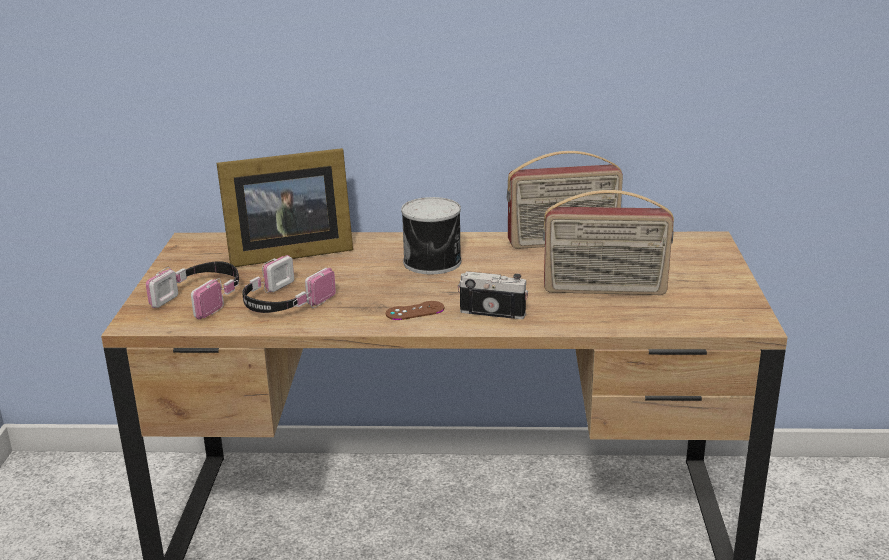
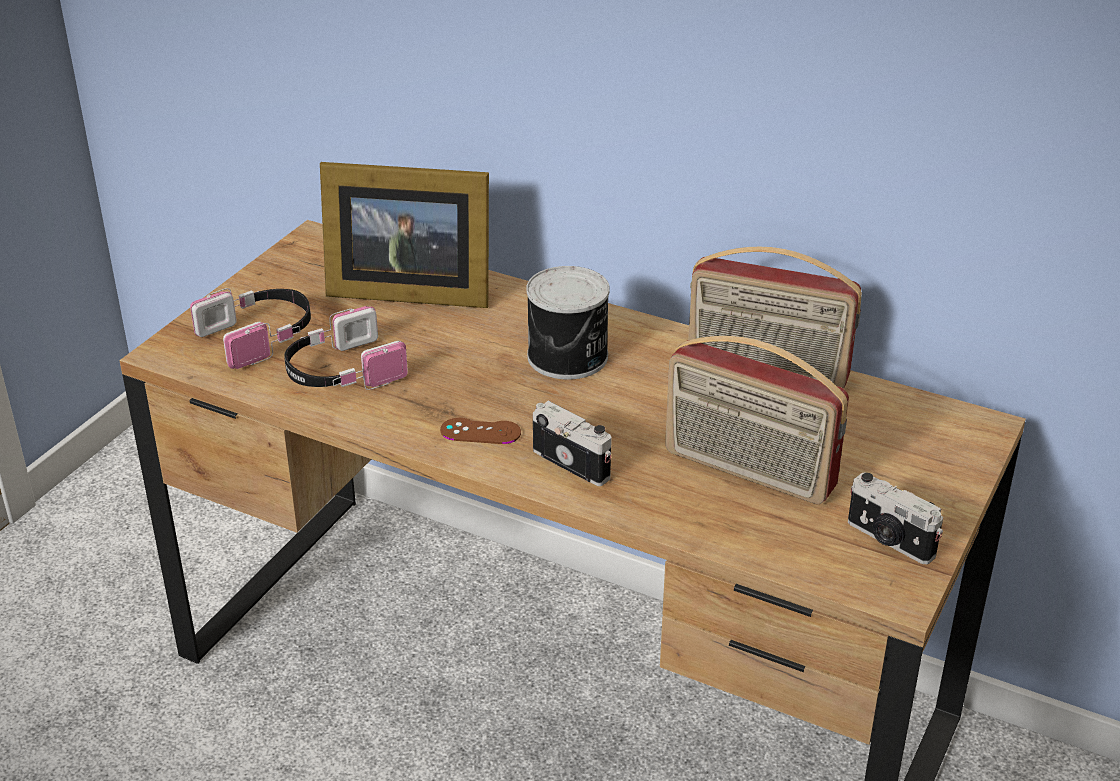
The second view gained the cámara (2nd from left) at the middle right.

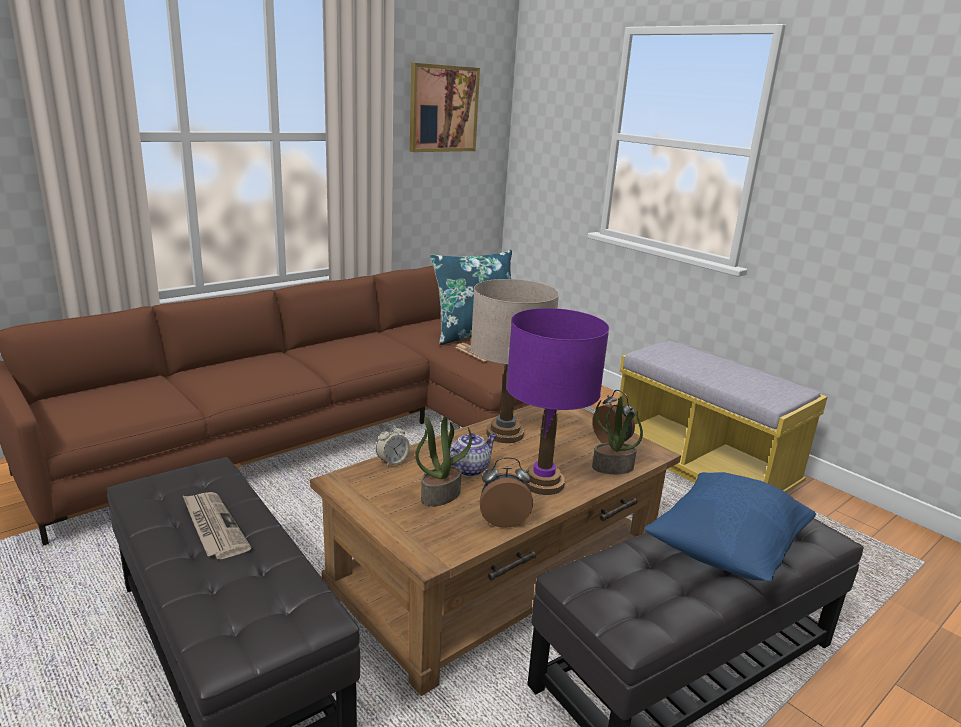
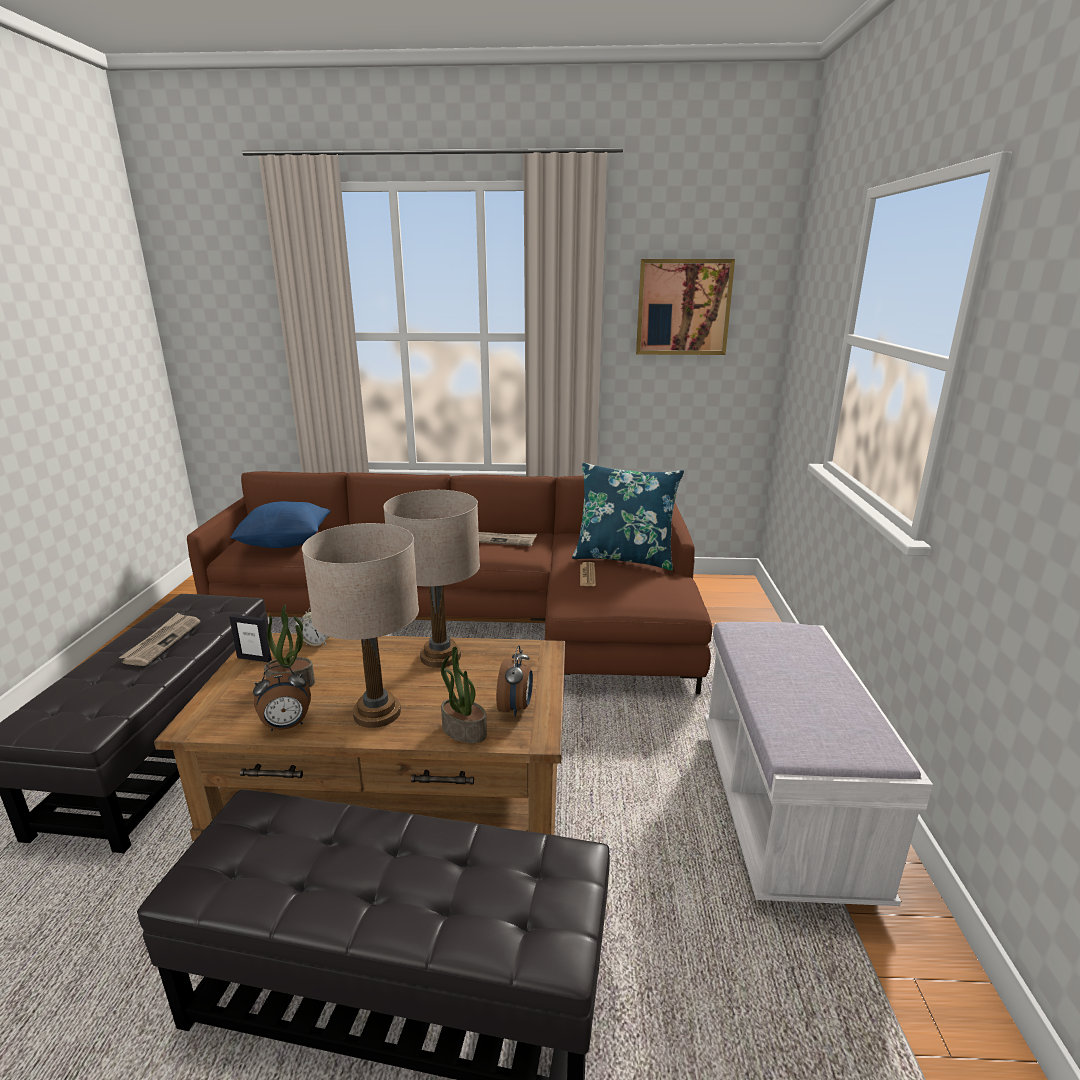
What was the lámpara de mesa (morado) at the centre turned into the lámpara de mesa (beis) (1st from left) at the centre. What was the banco (amarillo) at the middle right turned into the banco (blanco) at the bottom right. The second view lost the tetera at the centre. The despertador (2nd from left in the first image) at the bottom centre ended up facing another way, 120 degrees clockwise from before. The cojín (azul) (2nd from left in the first image) ended up elsewhere, having gone from the bottom right to the middle left. The second view gained the periódico (2nd from left) at the centre. The second view gained the portarretratos at the middle left.

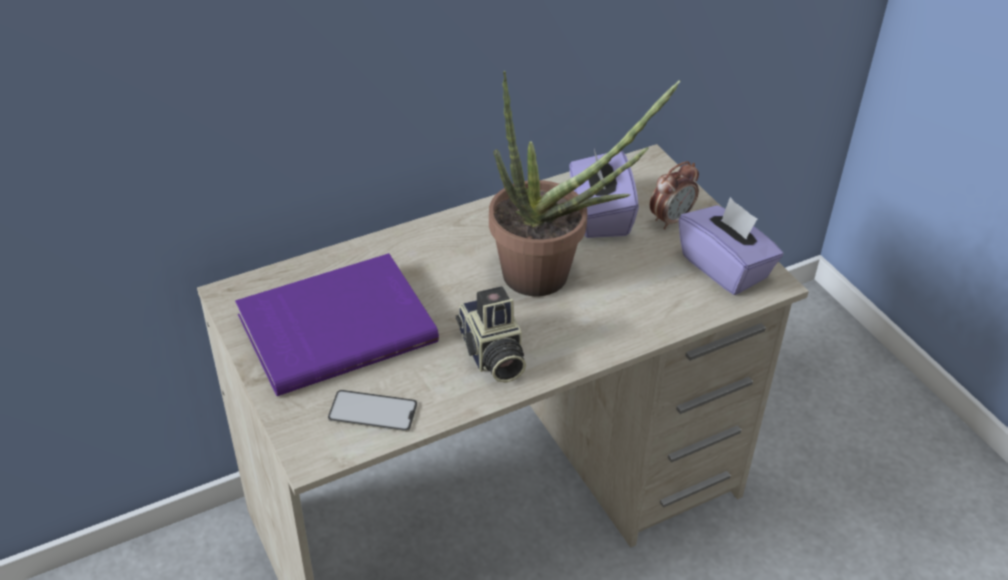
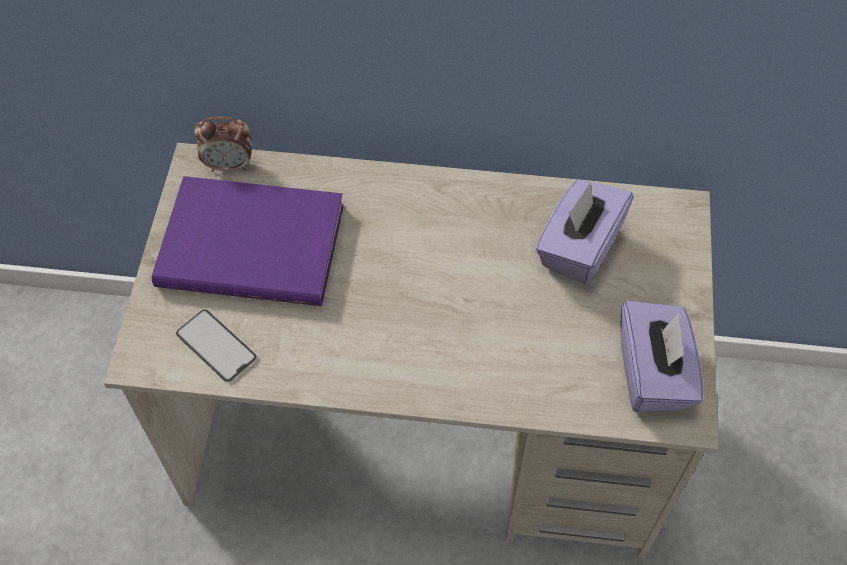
The second view lost the planta en maceta at the top centre. The despertador ended up elsewhere, having gone from the middle right to the top left. The second view lost the cámara at the centre.

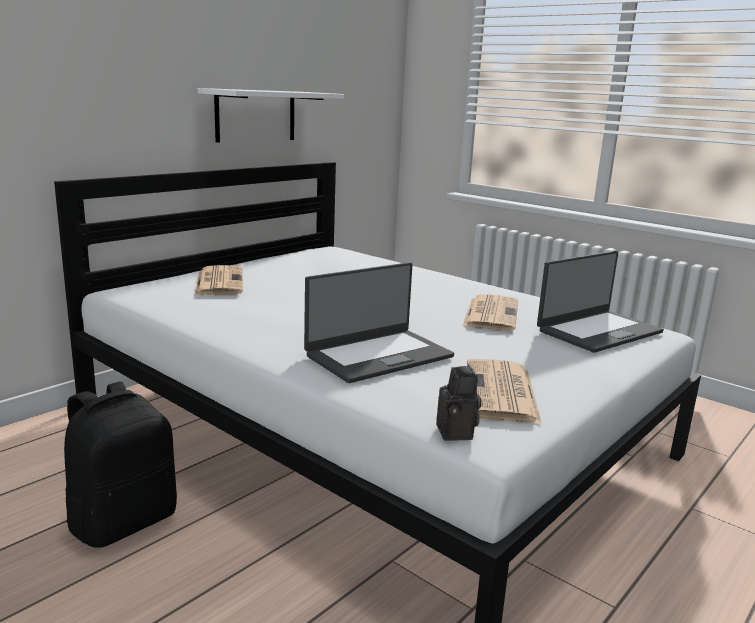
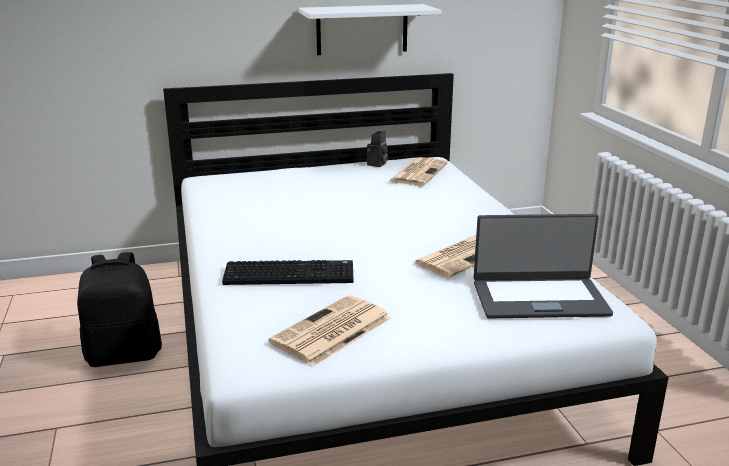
Where the portátil (1st from left) stood at the centre, the teclado came to stand at the centre. The periódico (1st from left in the first image) ended up elsewhere, having gone from the middle left to the centre. The cámara ended up elsewhere, having gone from the centre to the top centre.

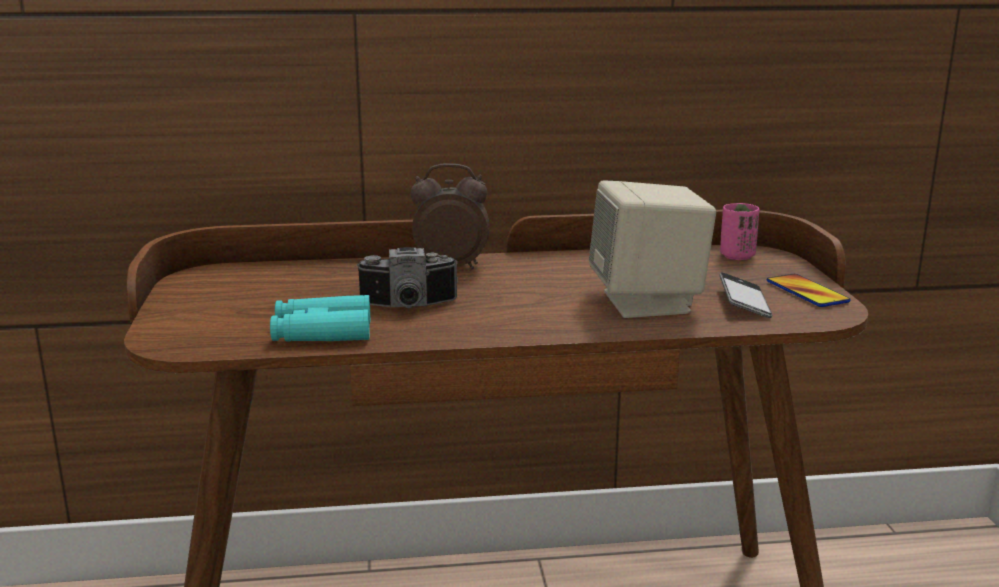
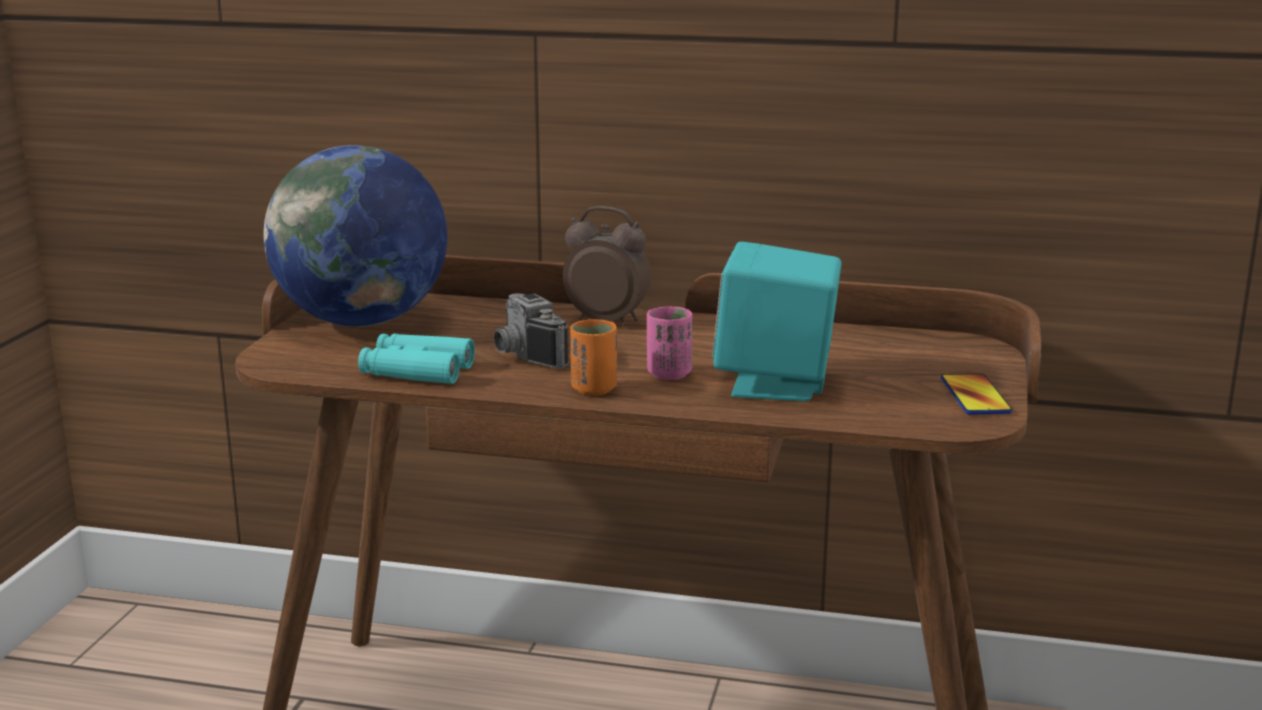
What was the altavoz (beis) at the centre turned into the altavoz (turquesa) at the centre. The taza (rosa) ended up elsewhere, having gone from the middle right to the centre. The cámara at the centre ended up facing another way, 45 degrees clockwise from before. The second view lost the móvil (1st from left) at the middle right. The second view gained the globo terráqueo at the top left. The second view gained the taza (naranja) at the centre.

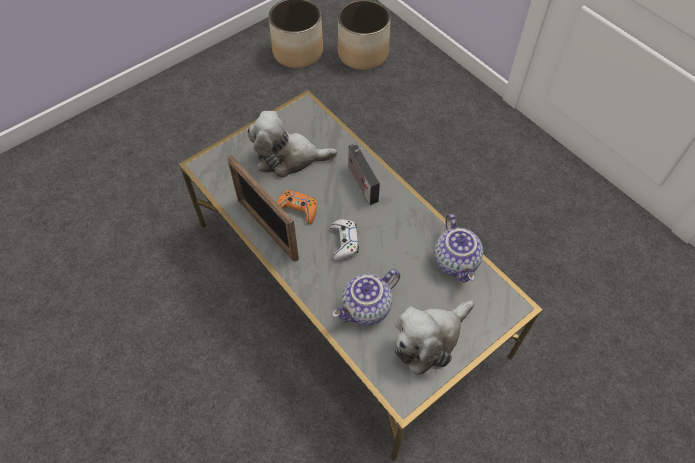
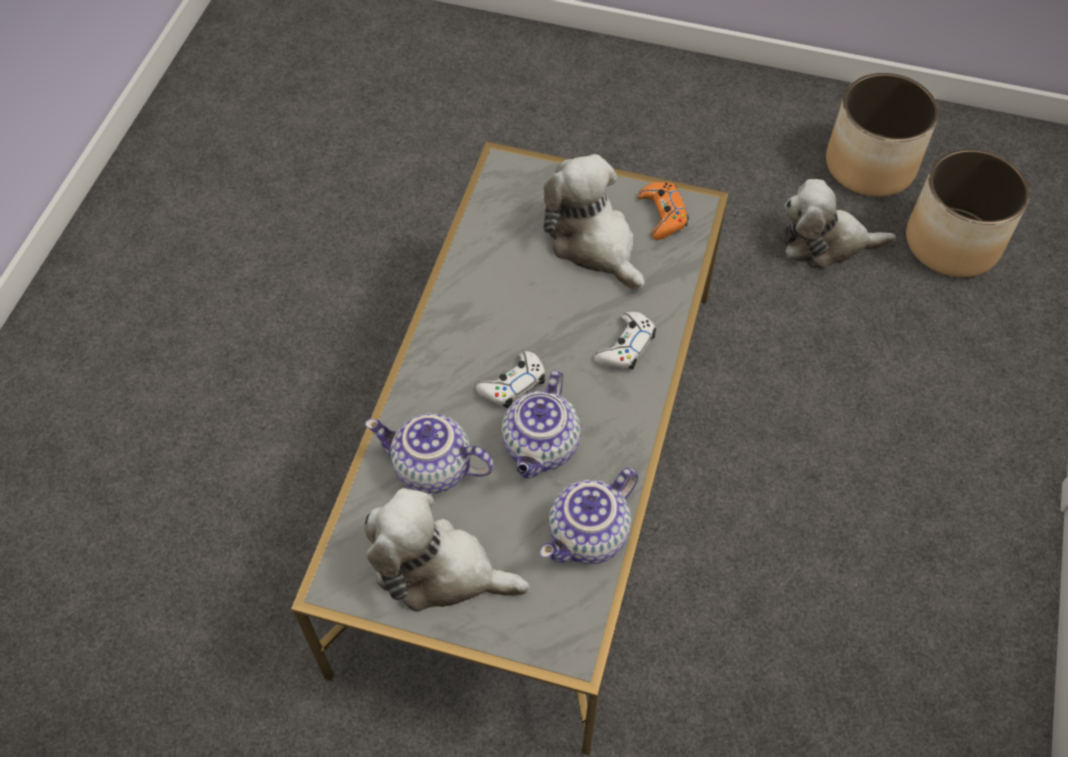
Where the radio stood at the centre, the mando de consola (blanco) (2nd from left) came to stand at the centre. The second view lost the portarretratos at the centre. The mando de consola (naranja) ended up elsewhere, having gone from the centre to the top centre. The second view gained the peluche (3rd from left) at the top right. The second view gained the tetera (2nd from left) at the centre.

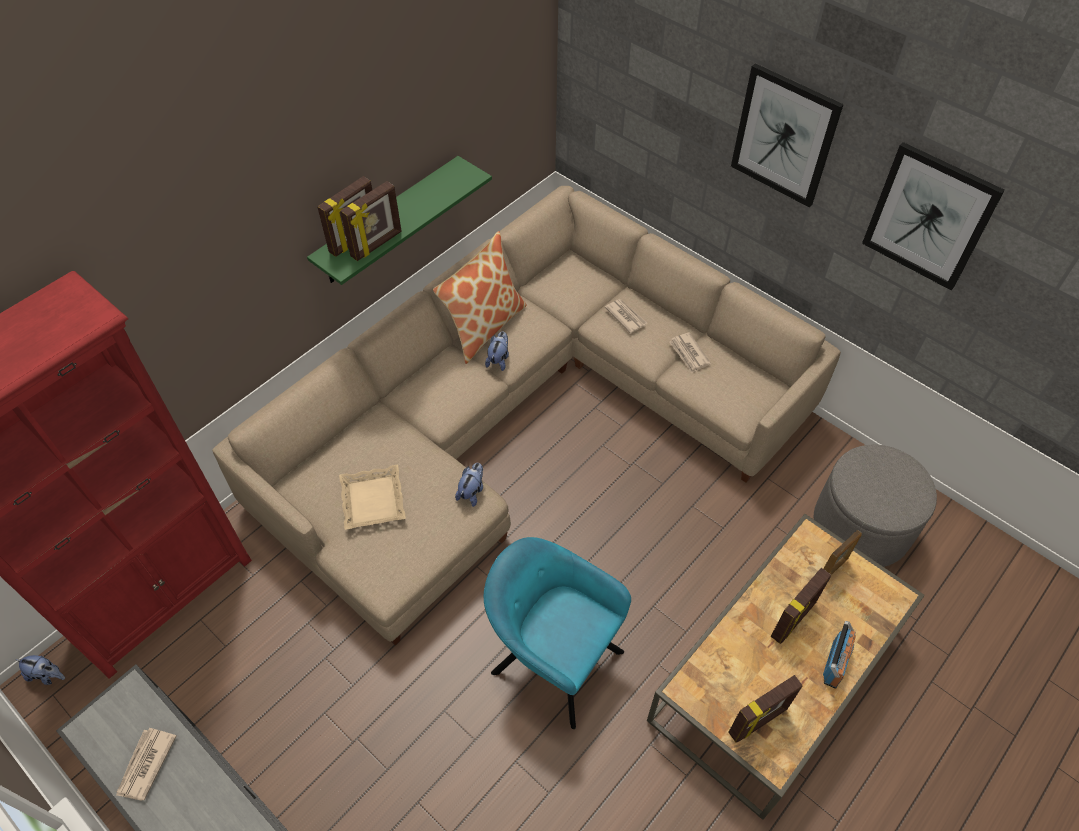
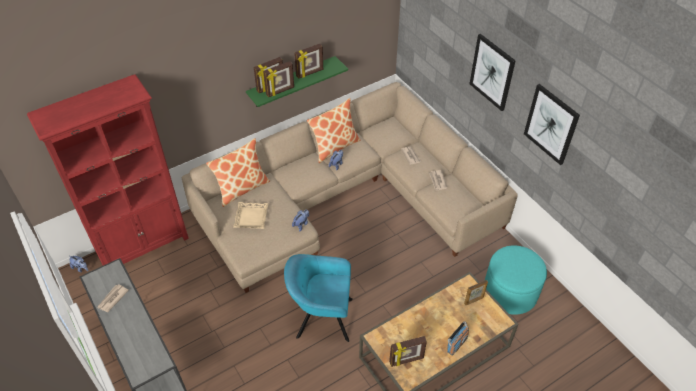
What was the puf (gris) at the middle right turned into the puf (turquesa) at the bottom right. The sillón (turquesa) at the bottom centre ended up facing another way, 45 degrees counterclockwise from before. The portarretratos (4th from left in the first image) ended up elsewhere, having gone from the bottom right to the top centre. The second view gained the cojín (1st from left) at the centre.

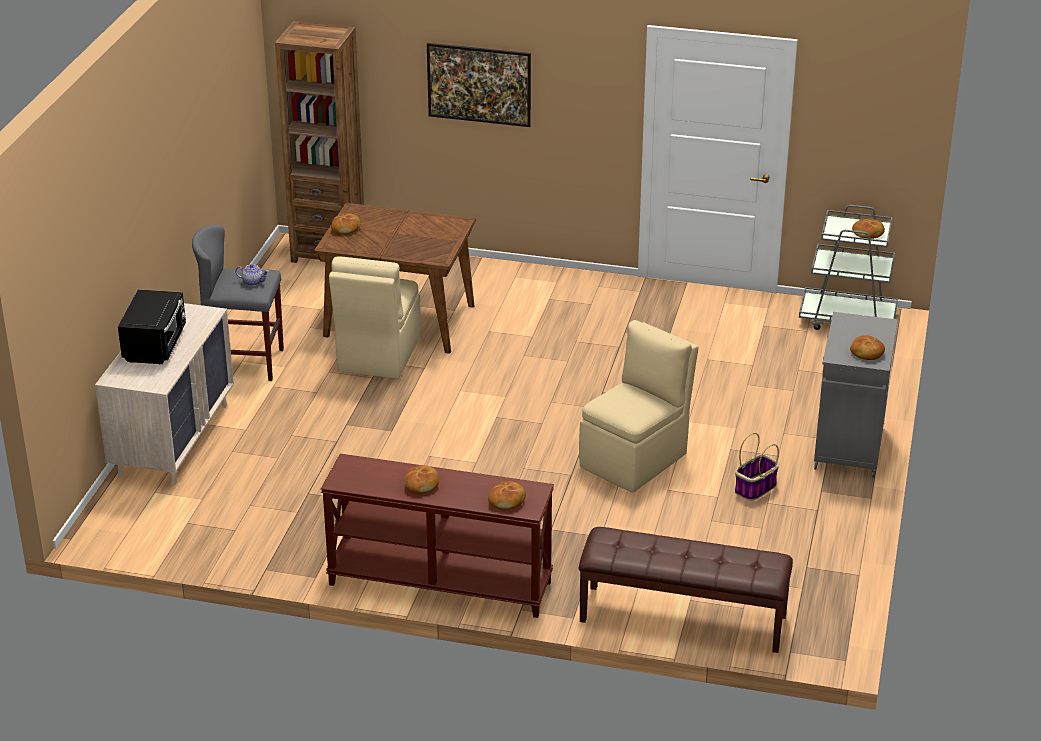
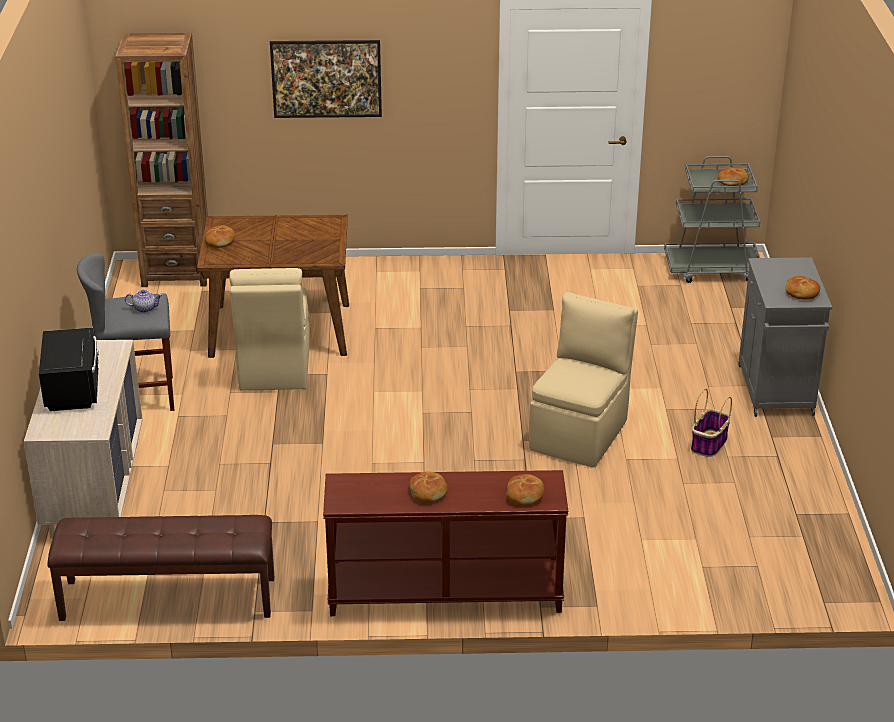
The banco (marrón) ended up elsewhere, having gone from the bottom centre to the bottom left.

